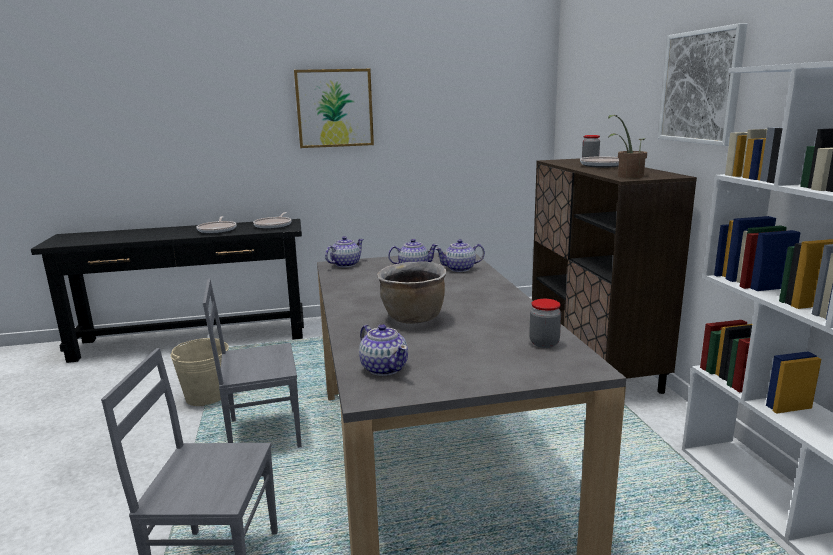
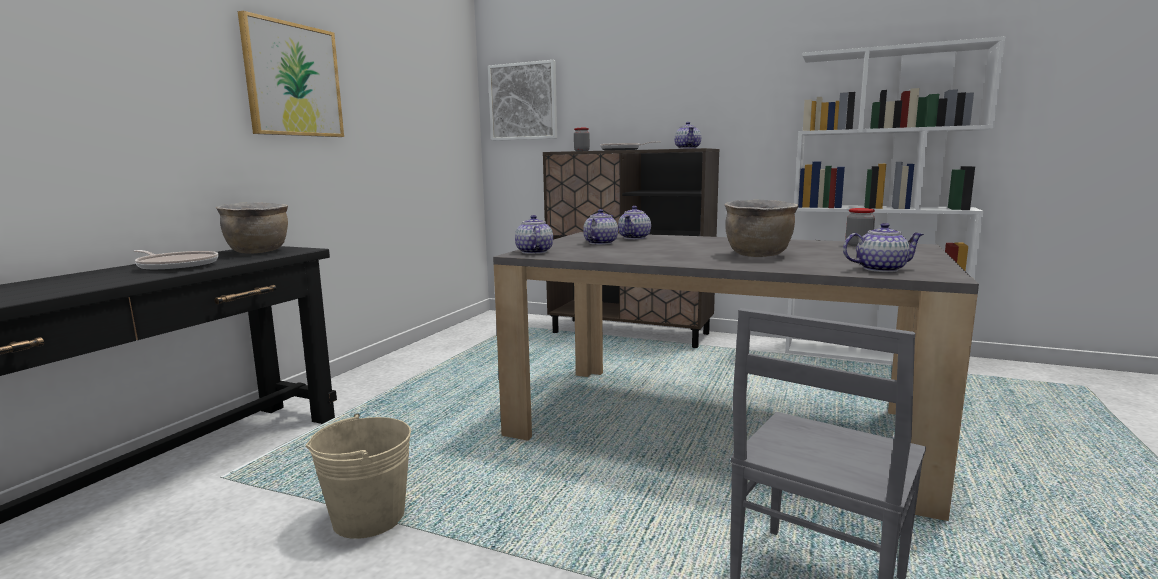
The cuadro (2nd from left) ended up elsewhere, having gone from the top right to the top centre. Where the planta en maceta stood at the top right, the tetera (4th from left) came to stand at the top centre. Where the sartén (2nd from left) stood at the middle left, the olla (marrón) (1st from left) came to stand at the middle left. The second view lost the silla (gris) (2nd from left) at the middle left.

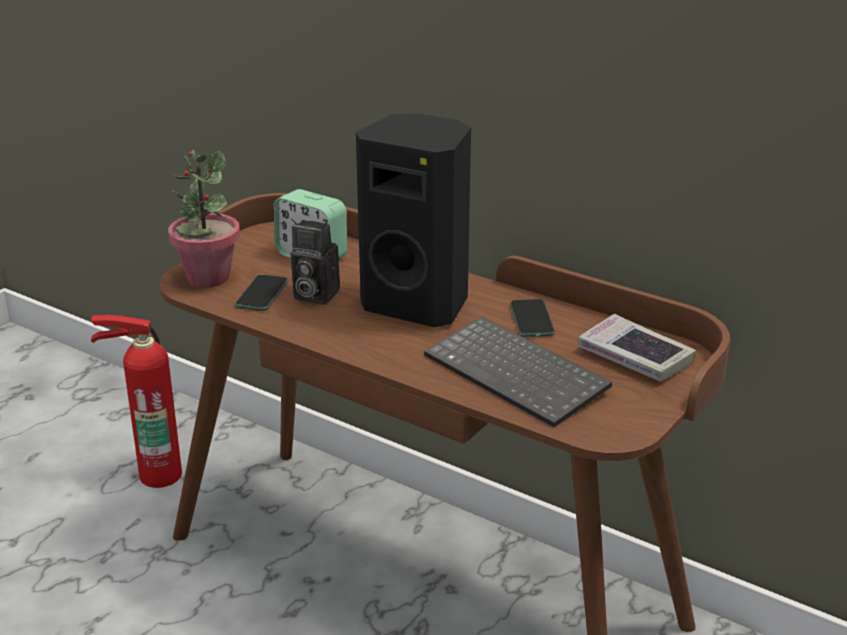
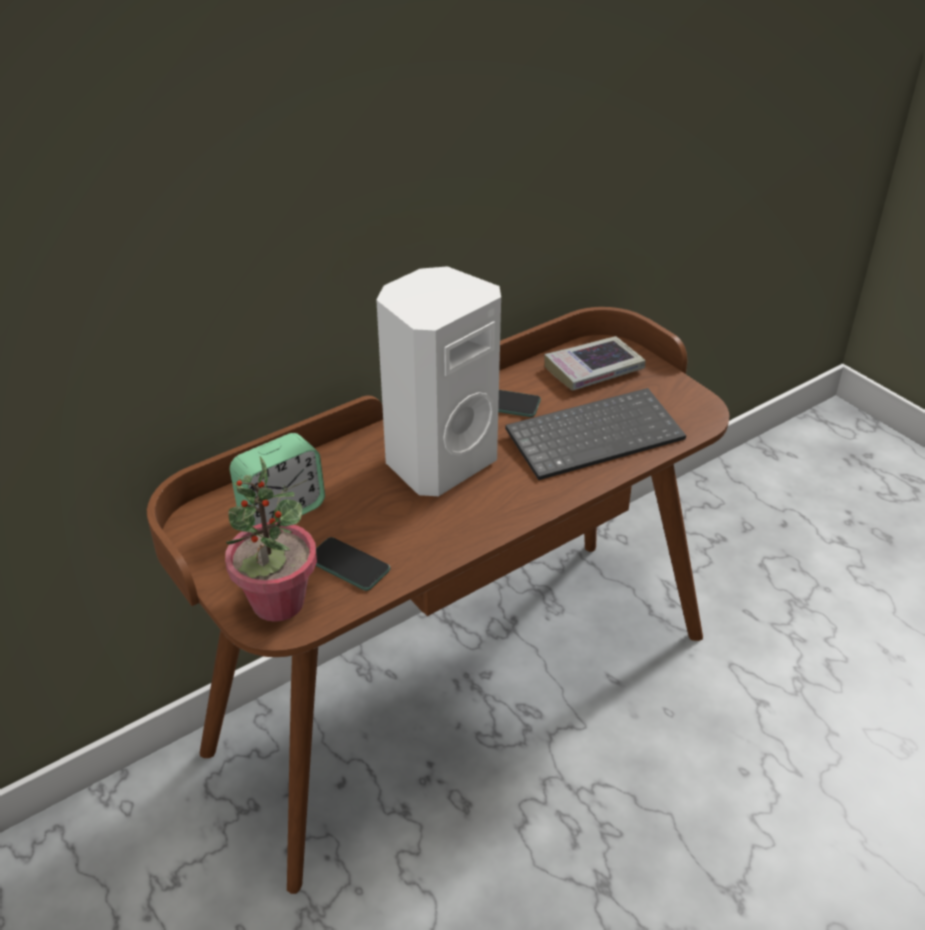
What was the altavoz (negro) at the centre turned into the altavoz (blanco) at the centre. The second view lost the cámara at the centre. The second view lost the extintor at the middle left.

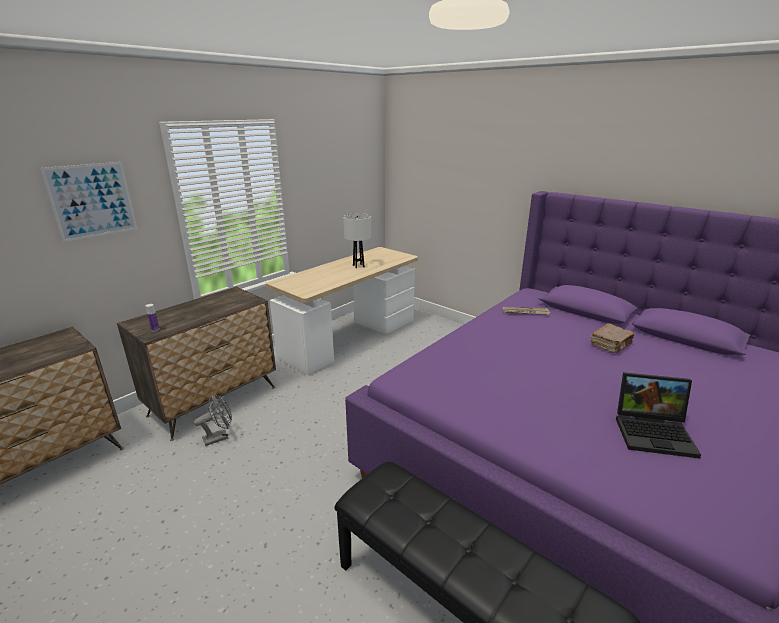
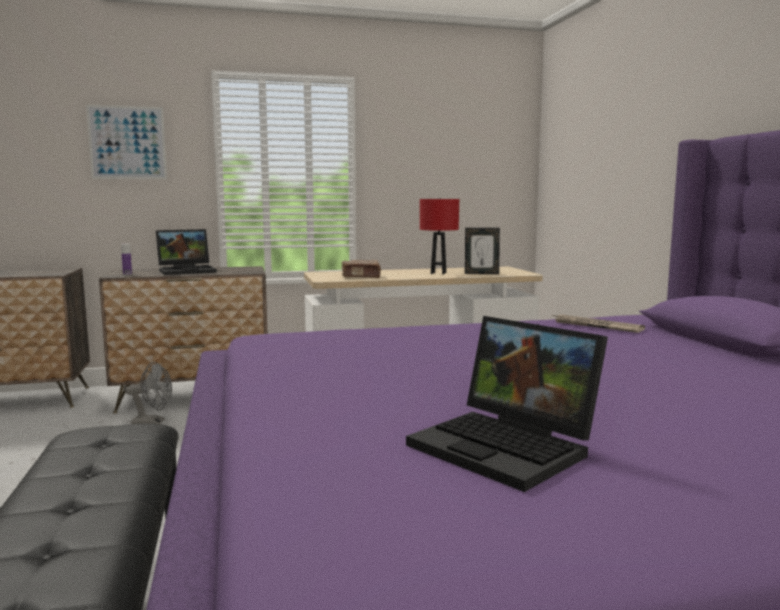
What was the lámpara de mesa (blanco) at the centre turned into the lámpara de mesa (rojo) at the centre. The libro (marrón) ended up elsewhere, having gone from the middle right to the centre. The second view gained the portarretratos at the centre. The second view gained the portátil (1st from left) at the middle left.

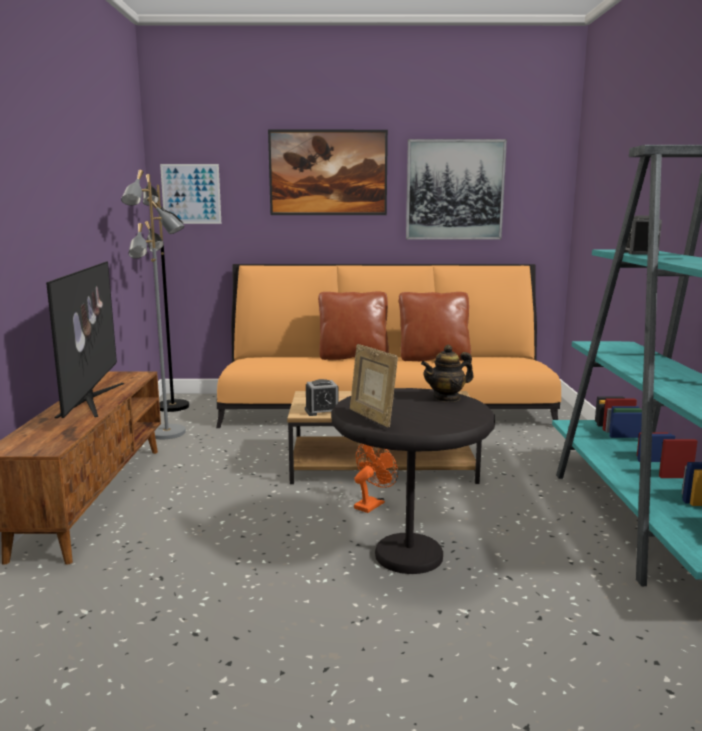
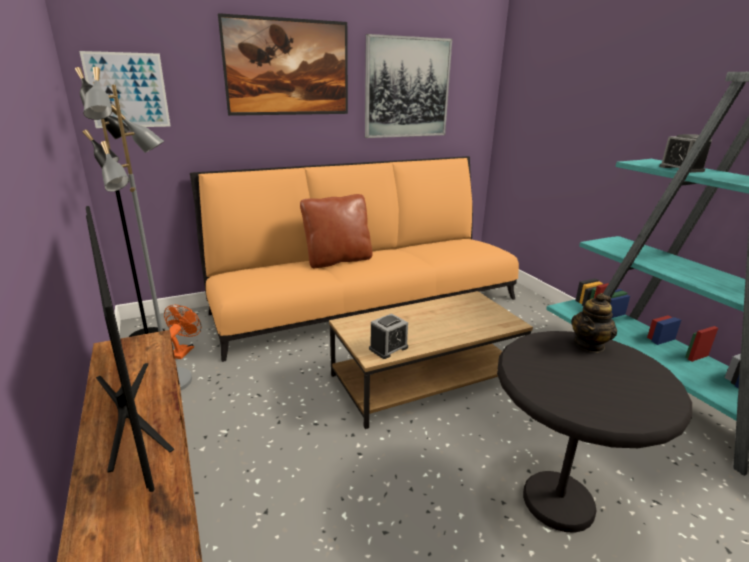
The second view lost the cojín (marrón) (2nd from left) at the centre. The second view lost the portarretratos at the centre. The ventilador (naranja) ended up elsewhere, having gone from the centre to the middle left.

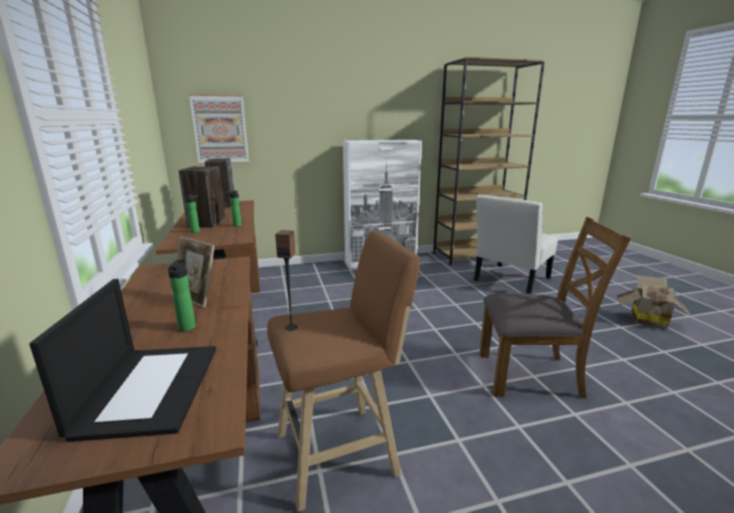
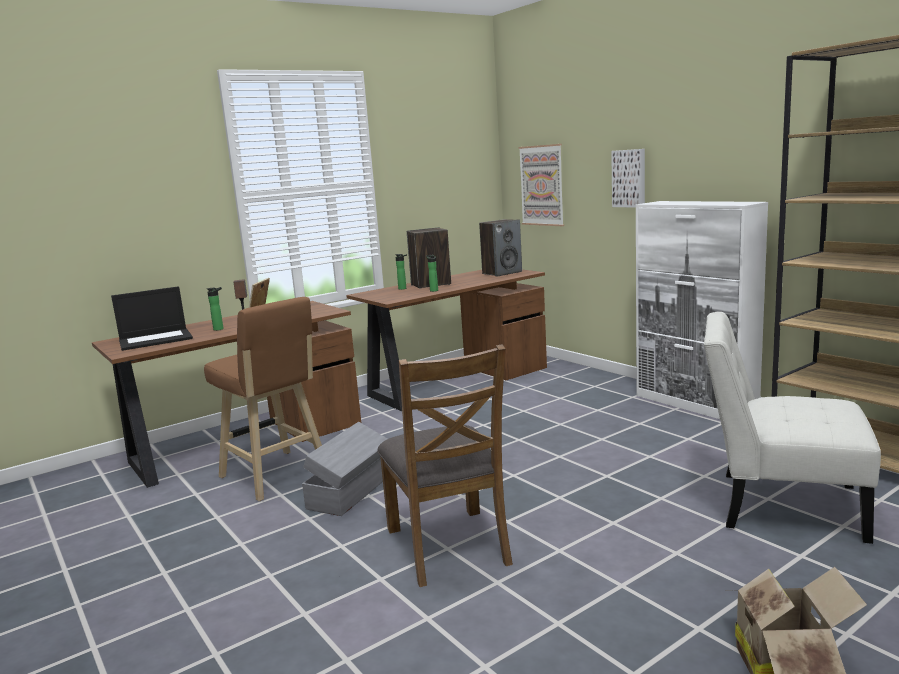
The second view gained the cuadro (2nd from left) at the top right. The second view gained the caja de almacenaje (gris) at the bottom centre.

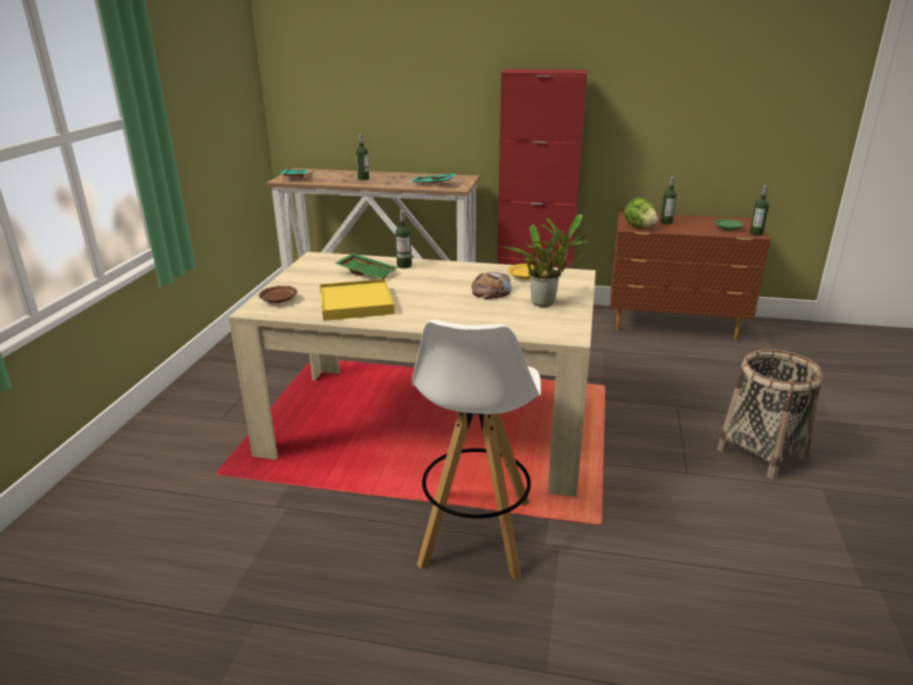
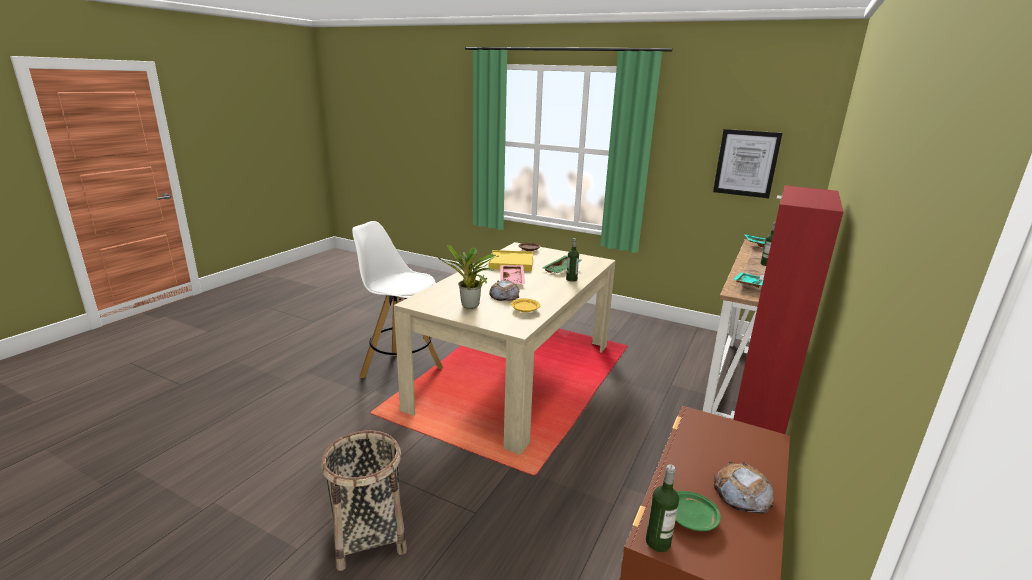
The second view lost the botella (3rd from left) at the top right. The second view lost the lechuga at the top right. The second view gained the cuadro at the top right. The second view gained the bandeja (rosa) at the centre. The second view gained the pan (2nd from left) at the bottom right.

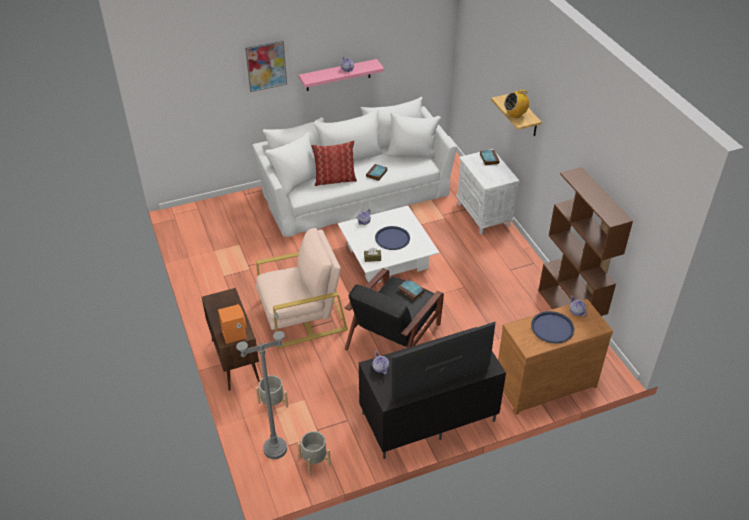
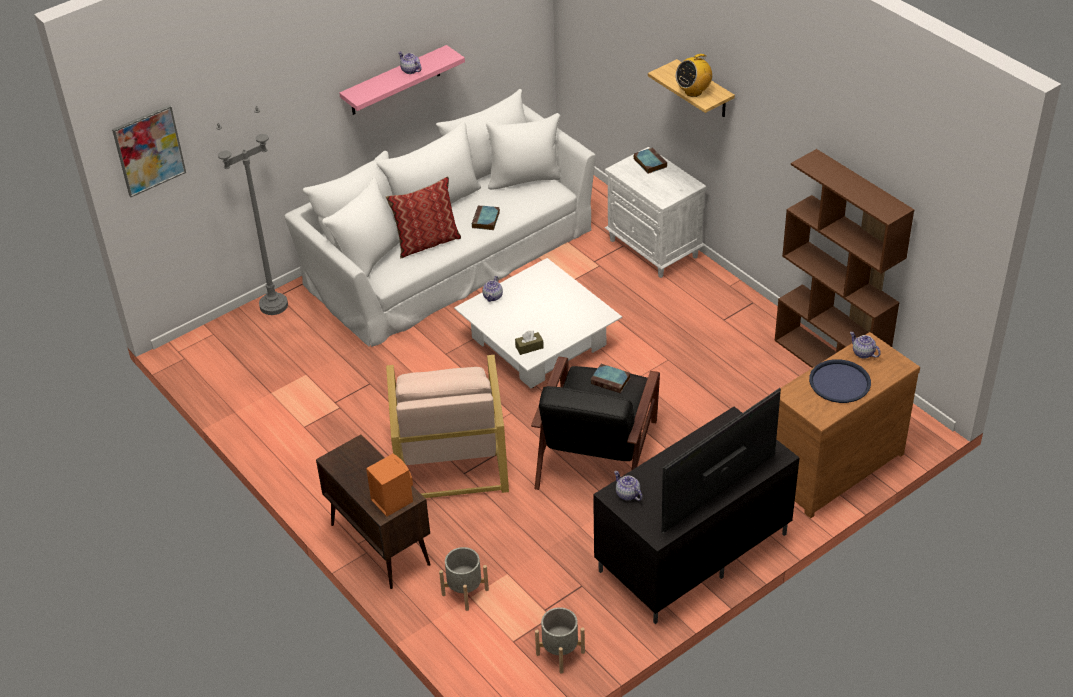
The cuadro ended up elsewhere, having gone from the top centre to the top left. The second view lost the bandeja (azul) (1st from left) at the centre. The sillón (beis) at the centre ended up facing another way, 120 degrees clockwise from before. The lámpara de pie (gris) ended up elsewhere, having gone from the bottom centre to the top left.

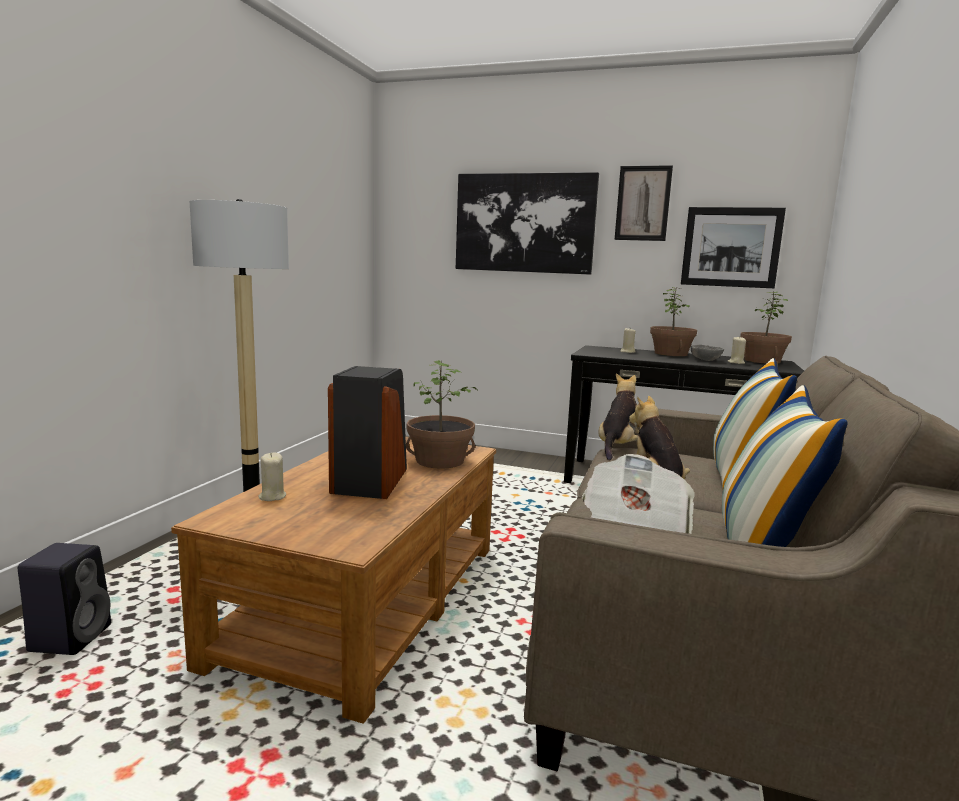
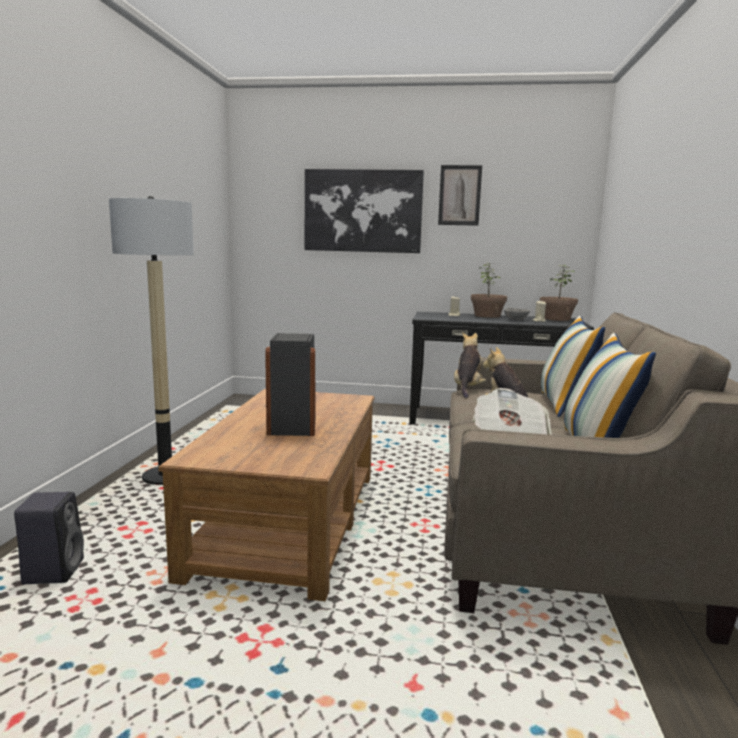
The second view lost the cuadro (3rd from left) at the top right. The second view lost the planta en maceta (1st from left) at the centre. The second view lost the vela (beis) (1st from left) at the middle left.

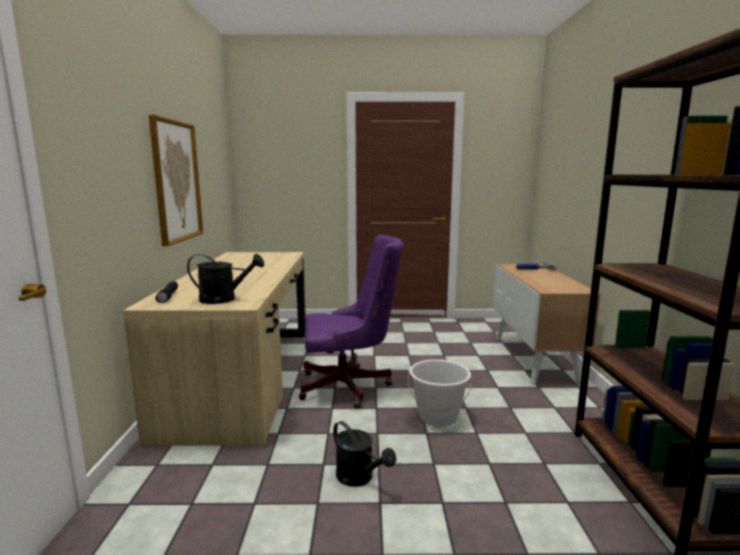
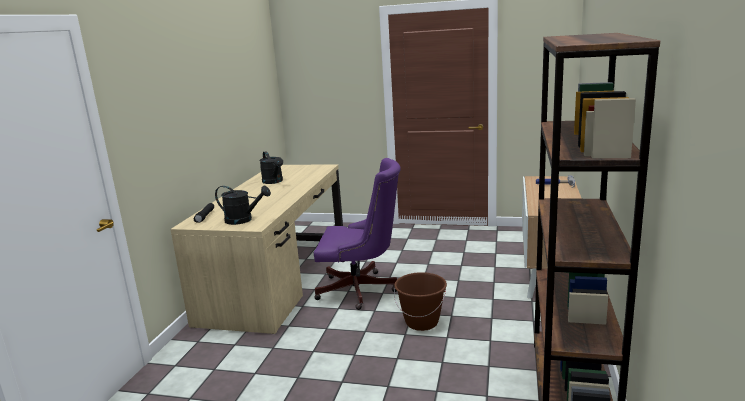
The second view lost the cuadro at the top left. What was the cubo (blanco) at the bottom centre turned into the cubo (marrón) at the bottom centre. The regadera (negro) (2nd from left) ended up elsewhere, having gone from the bottom centre to the centre.

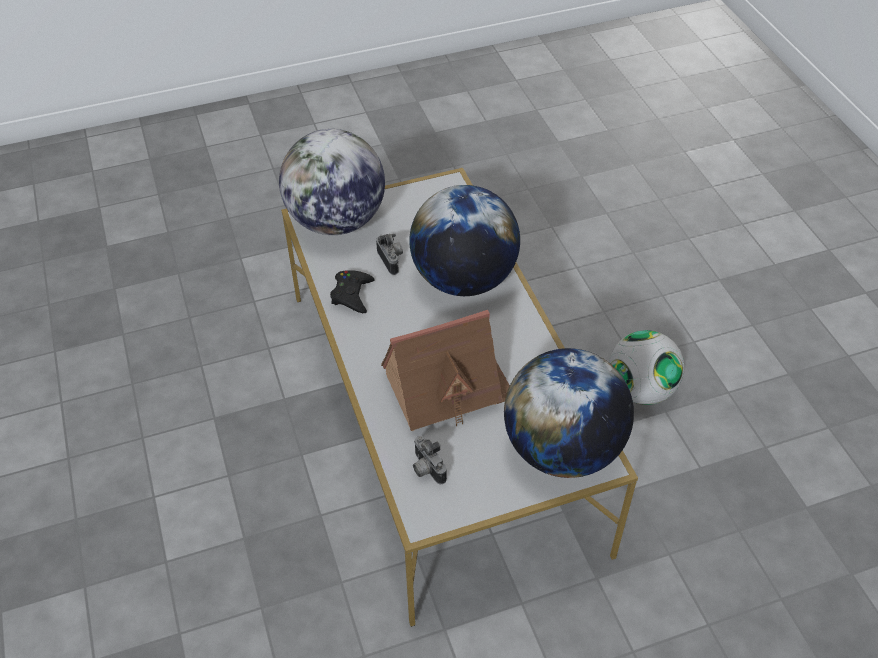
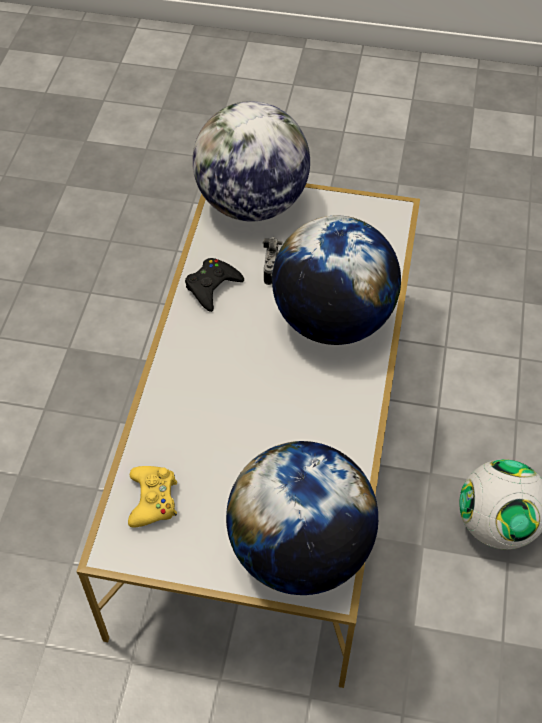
The second view lost the casita at the centre. Where the cámara (2nd from left) stood at the bottom centre, the mando de consola (amarillo) came to stand at the bottom left.

